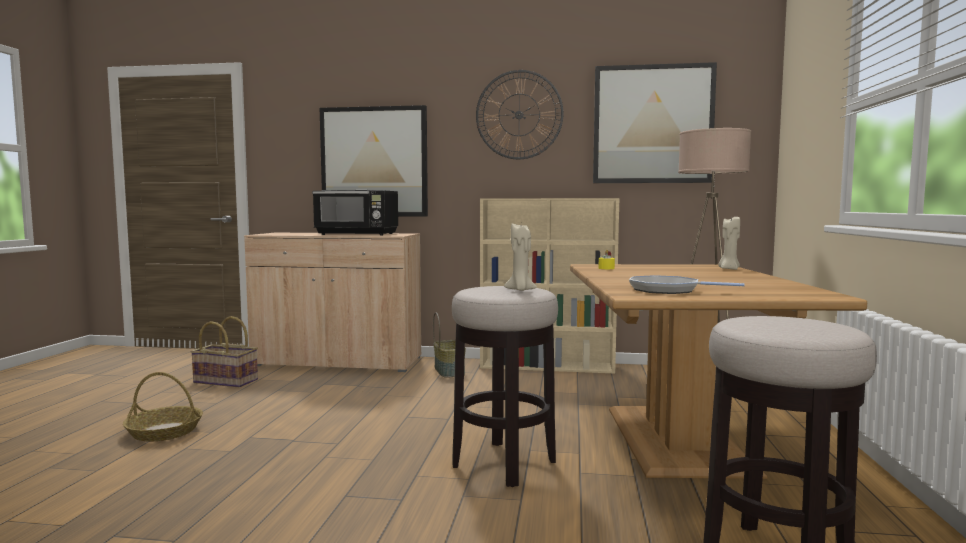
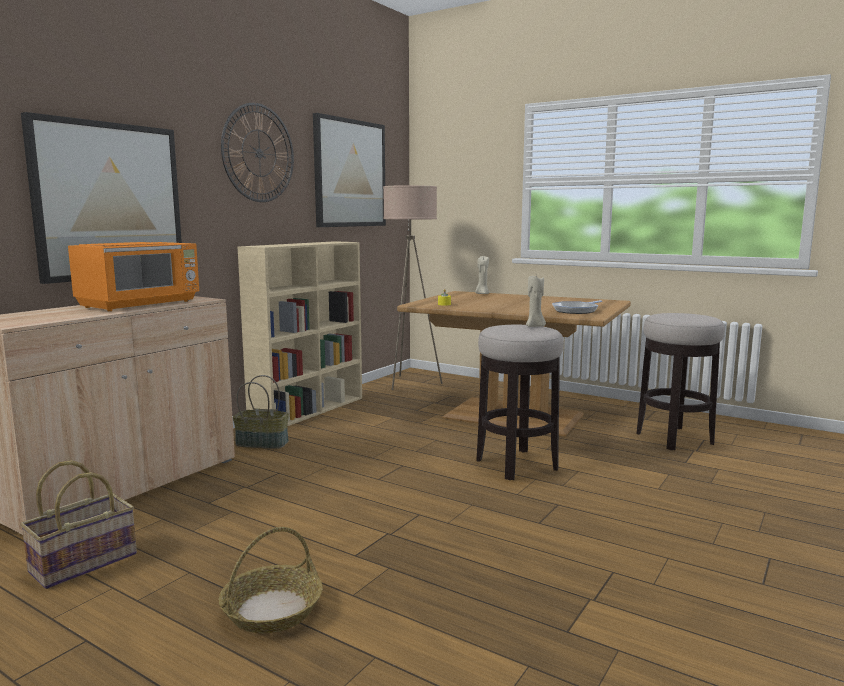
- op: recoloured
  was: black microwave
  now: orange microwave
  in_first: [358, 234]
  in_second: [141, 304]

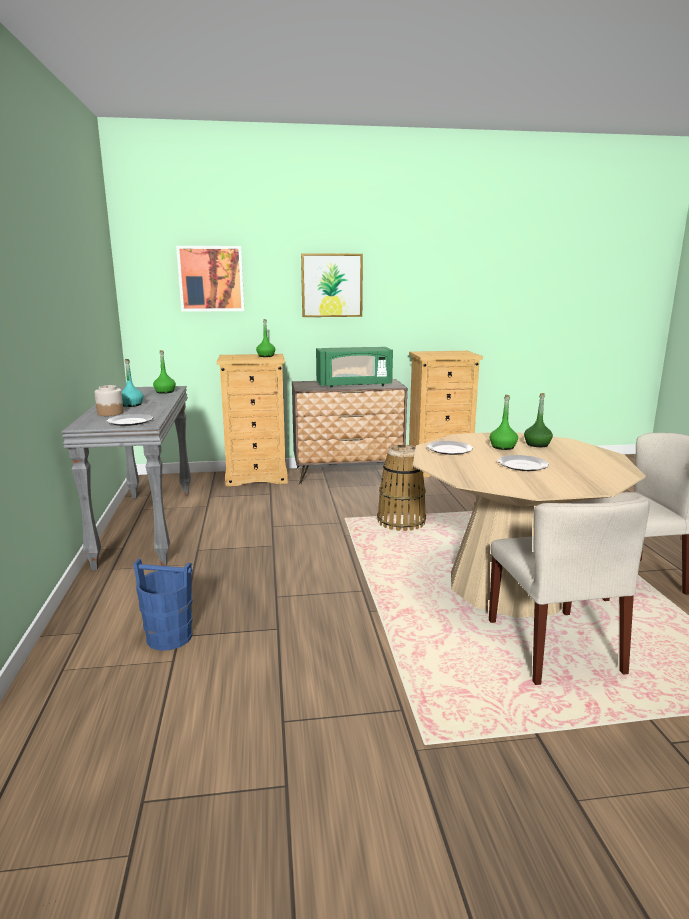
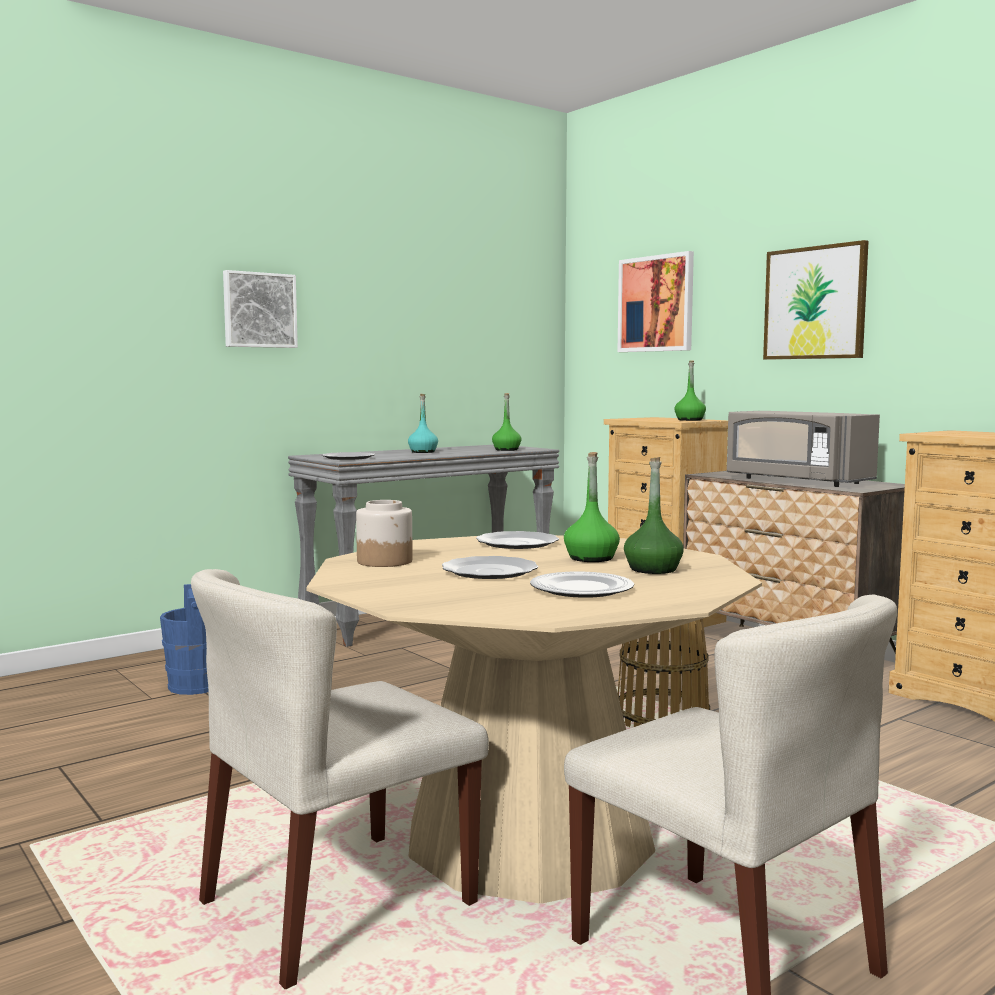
- op: added
  now: picture
  in_second: [259, 310]
- op: moved
  was: jar
  in_first: [110, 413]
  in_second: [385, 561]
- op: added
  now: plate
  in_second: [580, 589]
- op: recoloured
  was: green microwave
  now: grey microwave
  in_first: [354, 385]
  in_second: [796, 481]

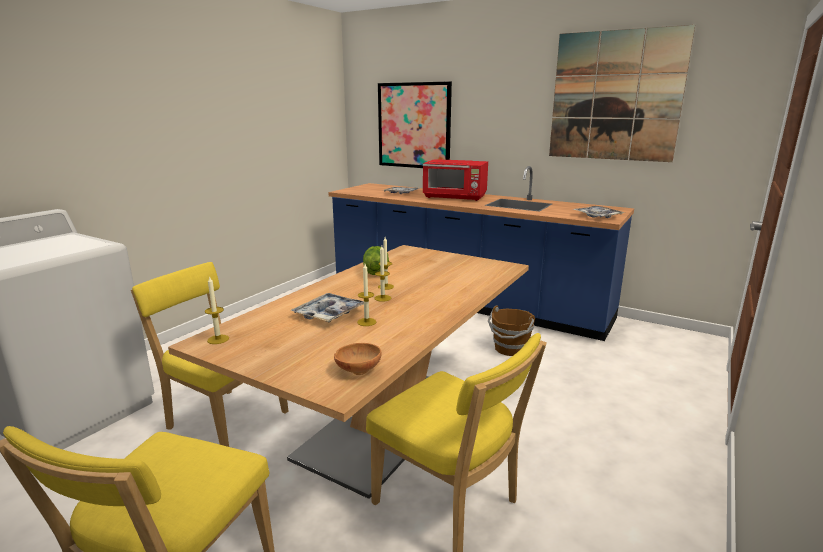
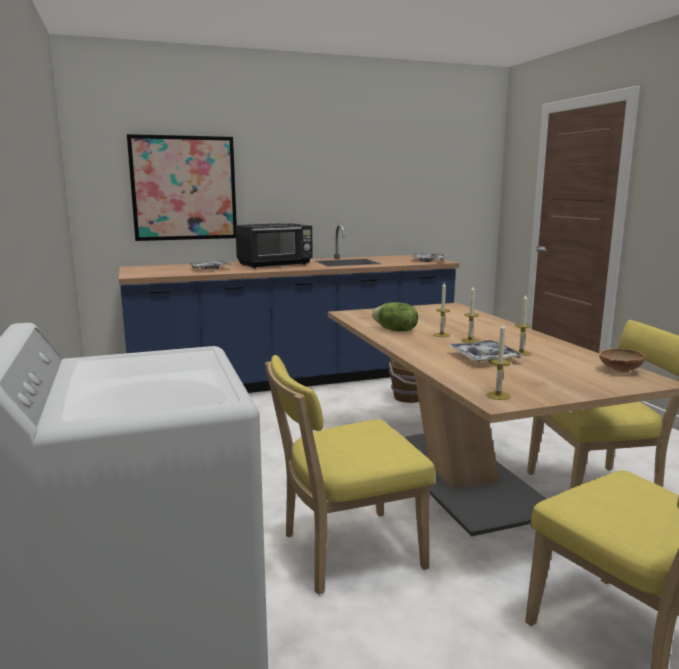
- op: recoloured
  was: red microwave
  now: black microwave
  in_first: [455, 197]
  in_second: [275, 265]
- op: removed
  was: picture
  in_first: [615, 96]

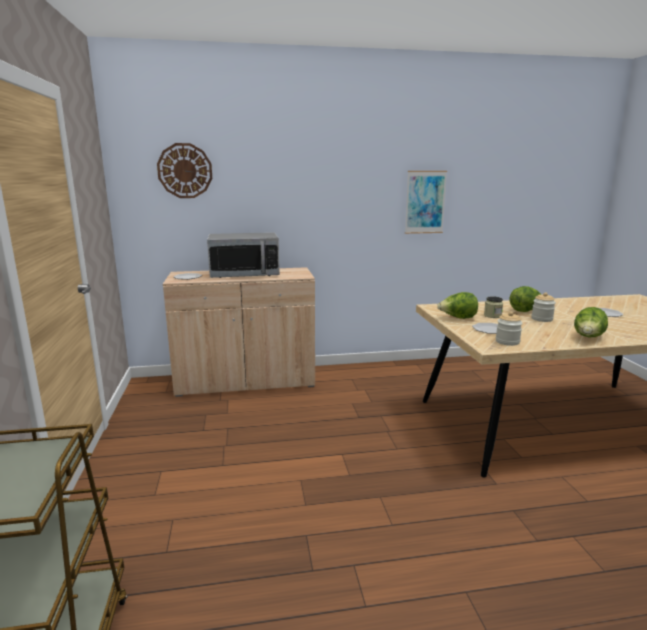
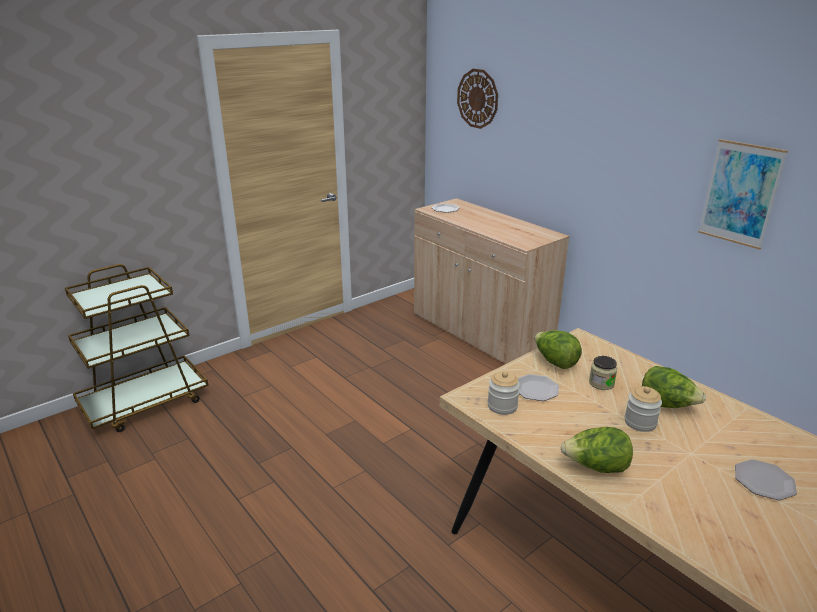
- op: removed
  was: microwave
  in_first: [244, 274]

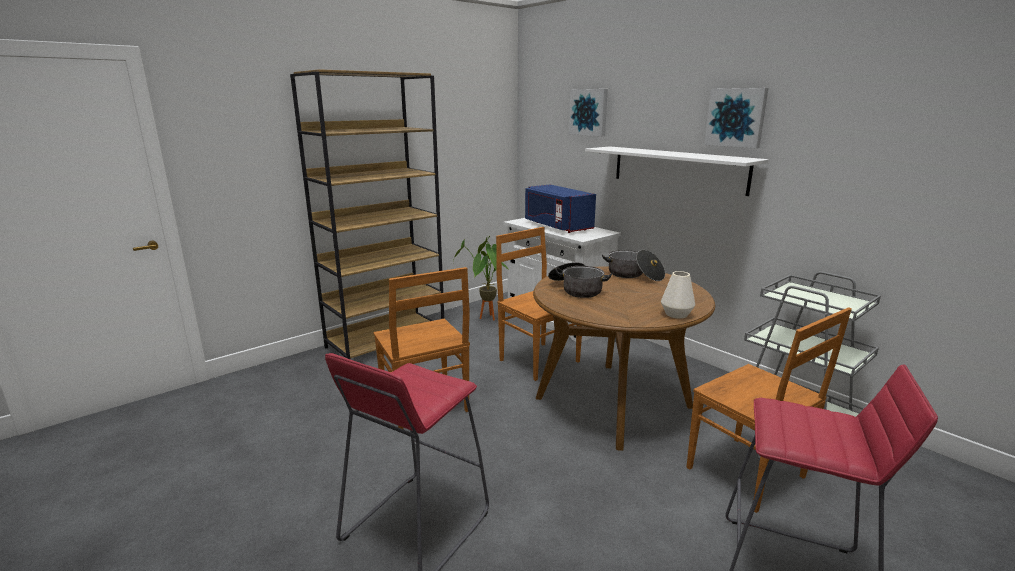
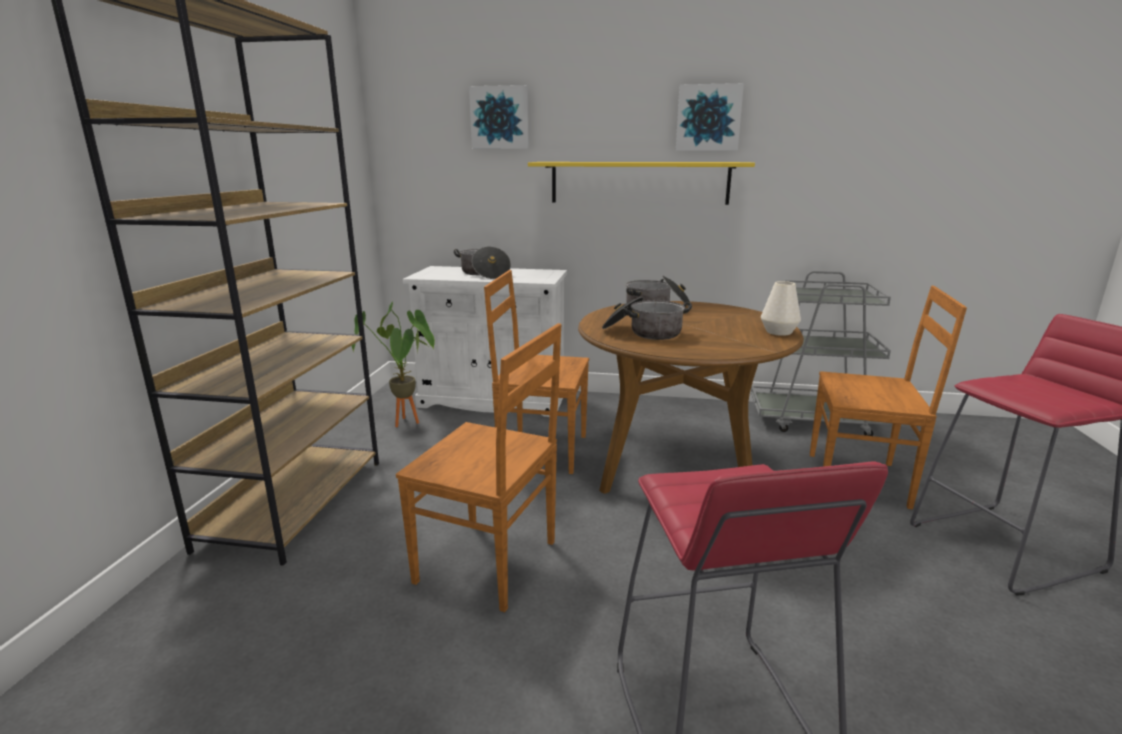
- op: replaced
  was: blue microwave
  now: cooking pot
  in_first: [557, 226]
  in_second: [484, 274]
- op: recoloured
  was: white shelf
  now: yellow shelf
  in_first: [678, 169]
  in_second: [639, 182]

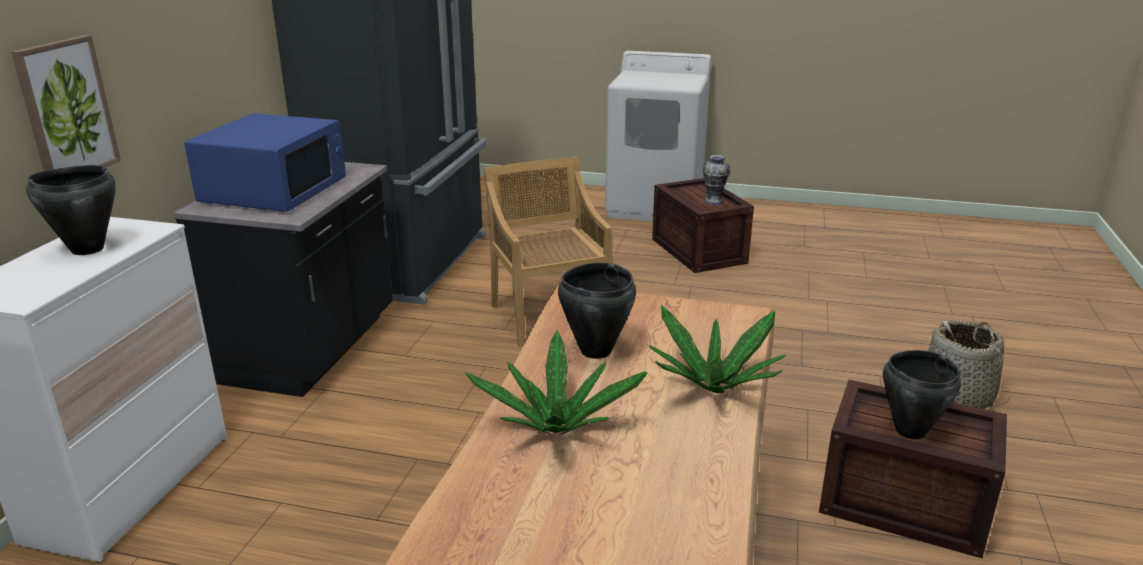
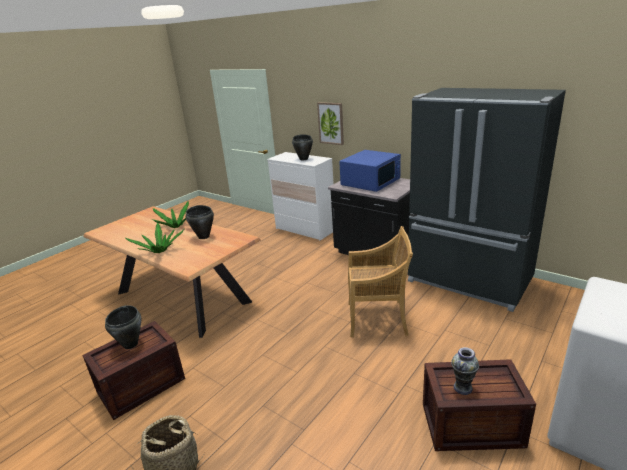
- op: turned
  was: blue microwave
  in_first: [275, 190]
  in_second: [371, 182]
  clockwise: -90

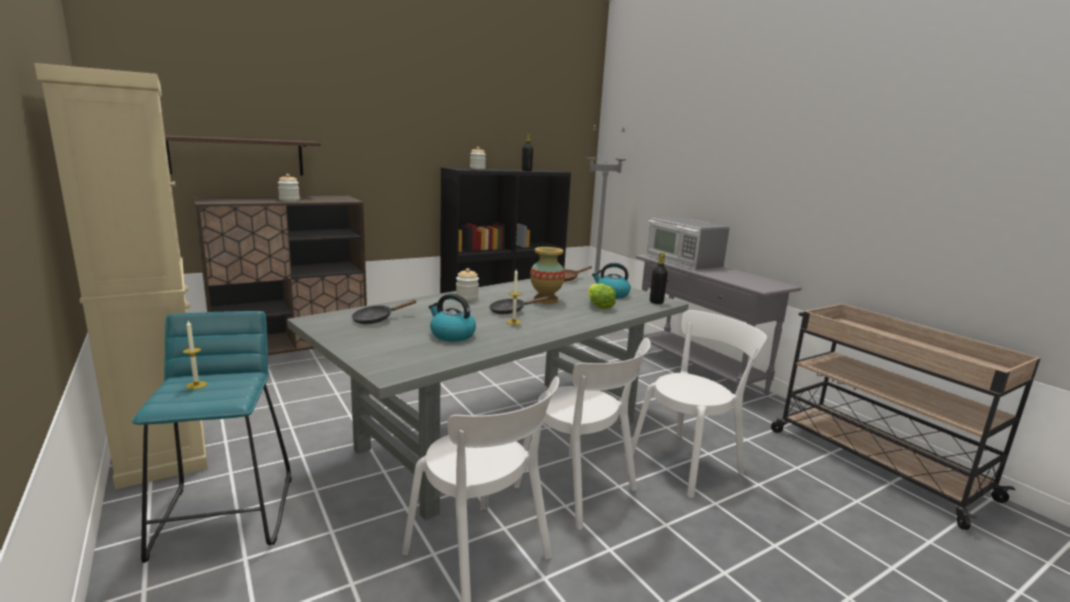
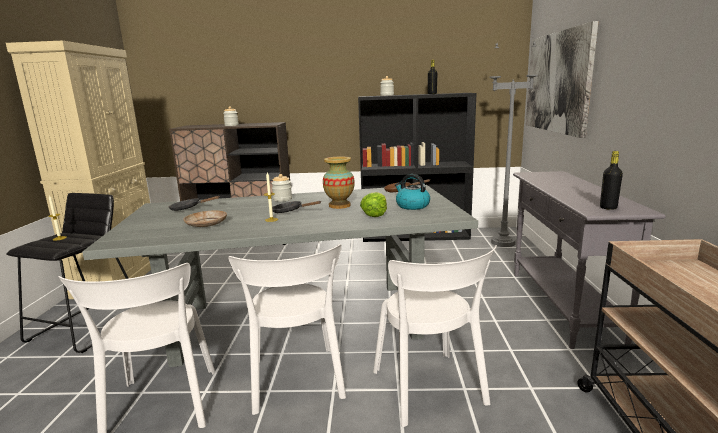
- op: recoloured
  was: turquoise stool
  now: black stool
  in_first: [226, 515]
  in_second: [87, 328]
- op: replaced
  was: kettle
  now: beige plate
  in_first: [452, 335]
  in_second: [206, 224]
- op: turned
  was: white chair
  in_first: [688, 462]
  in_second: [430, 390]
  clockwise: 75
- op: added
  now: picture
  in_second: [557, 82]
- op: moved
  was: black bottle
  in_first: [656, 302]
  in_second: [608, 207]
- op: removed
  was: shelf
  in_first: [237, 156]
- op: removed
  was: microwave
  in_first: [682, 261]

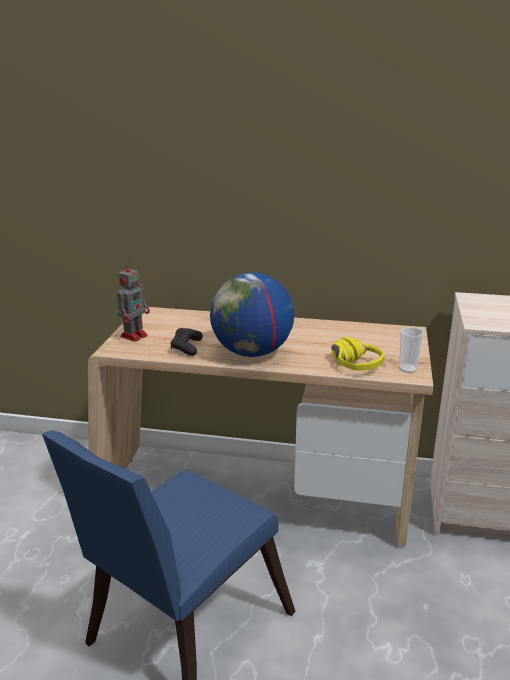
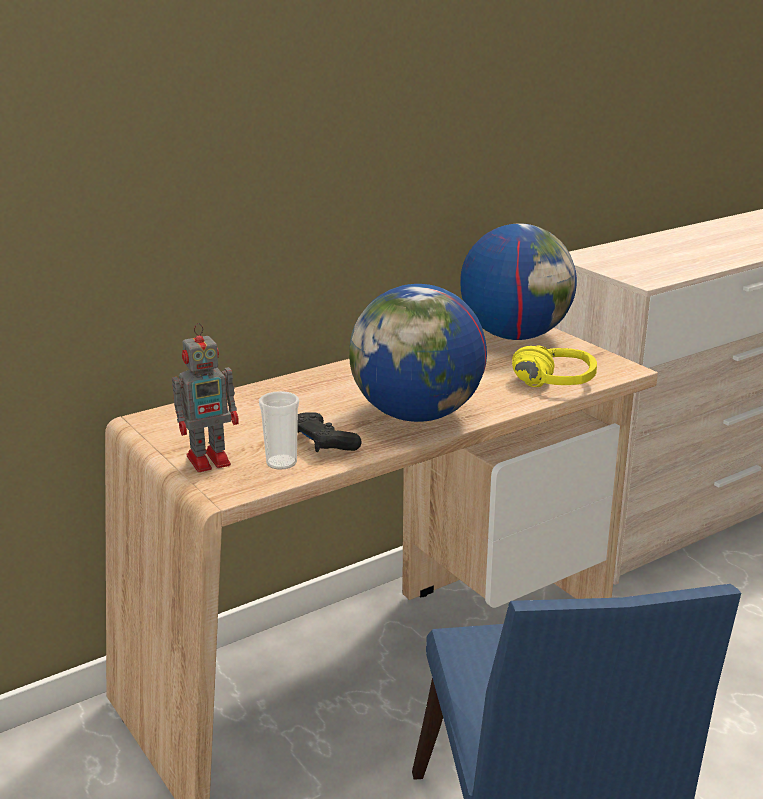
- op: turned
  was: toy robot
  in_first: [134, 335]
  in_second: [211, 459]
  clockwise: 75
- op: moved
  was: cup
  in_first: [408, 369]
  in_second: [281, 463]
- op: added
  now: globe
  in_second: [515, 336]

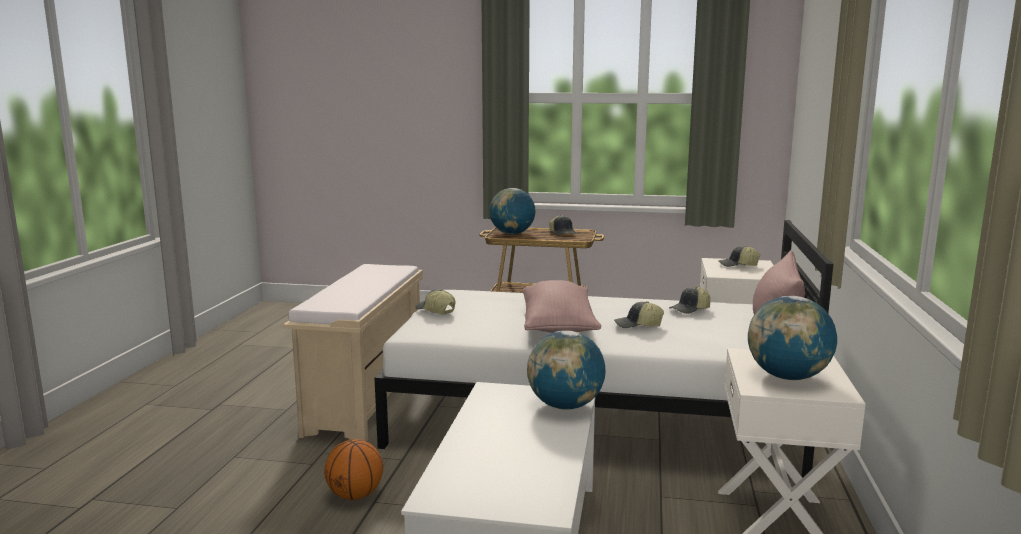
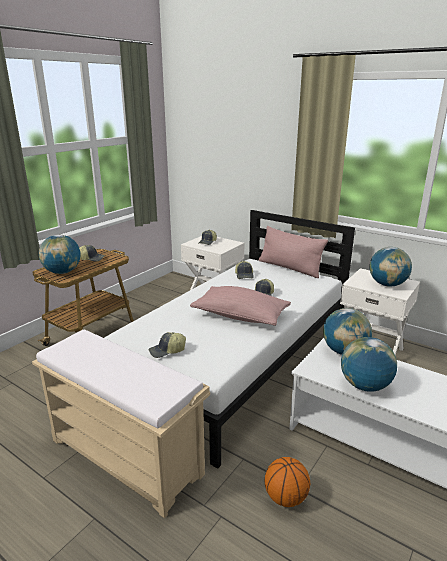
- op: added
  now: globe
  in_second: [364, 385]

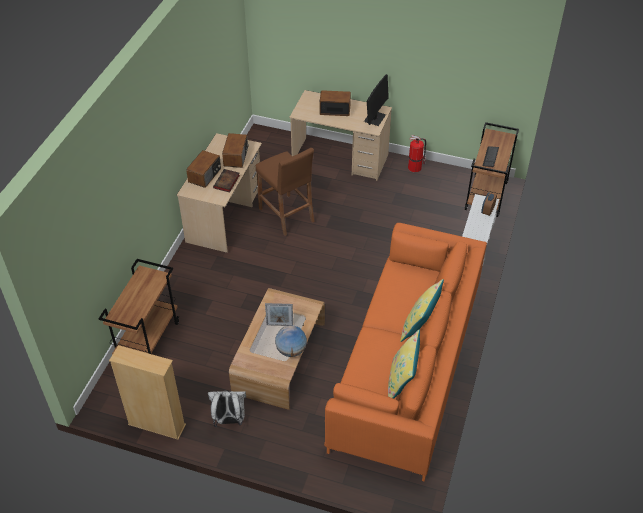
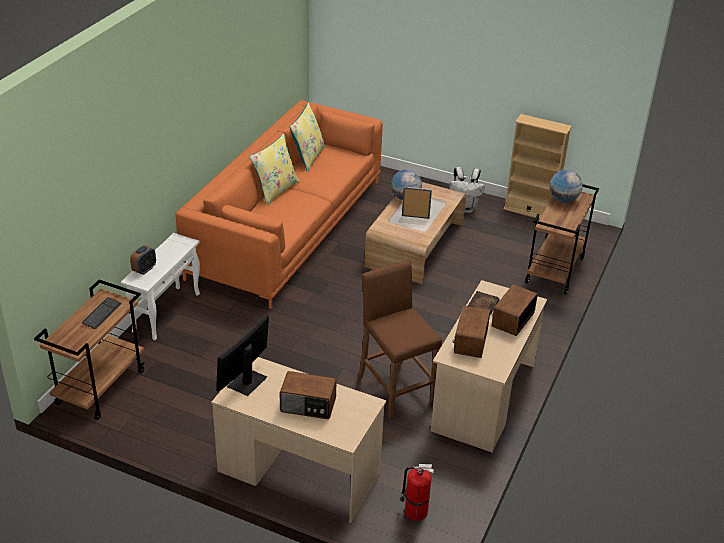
- op: moved
  was: fire extinguisher
  in_first: [415, 167]
  in_second: [414, 511]
- op: added
  now: globe
  in_second: [563, 199]

